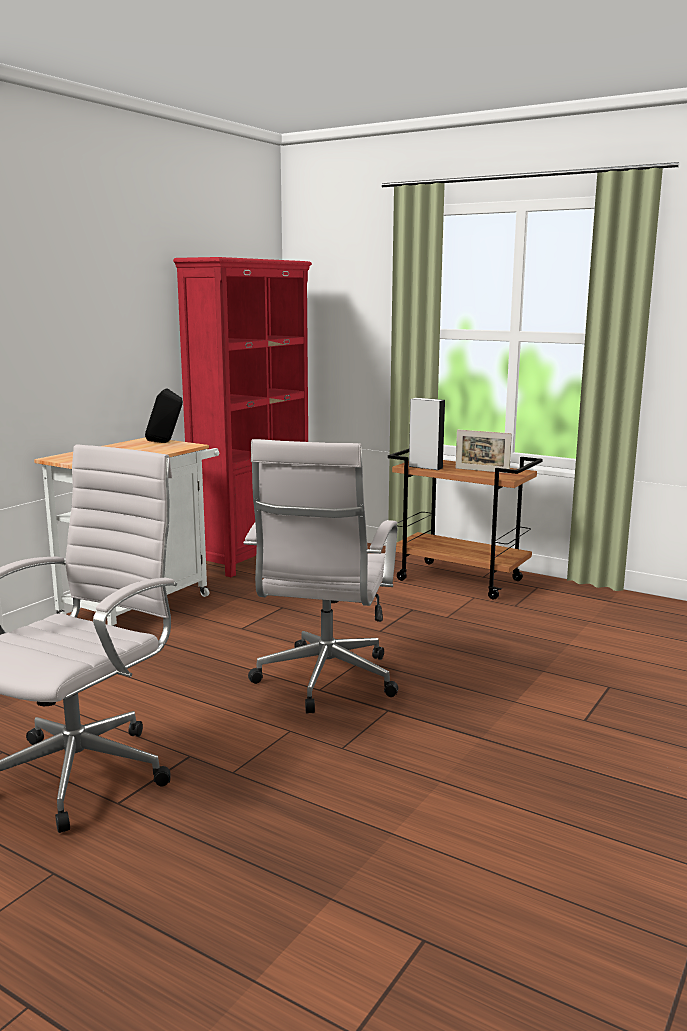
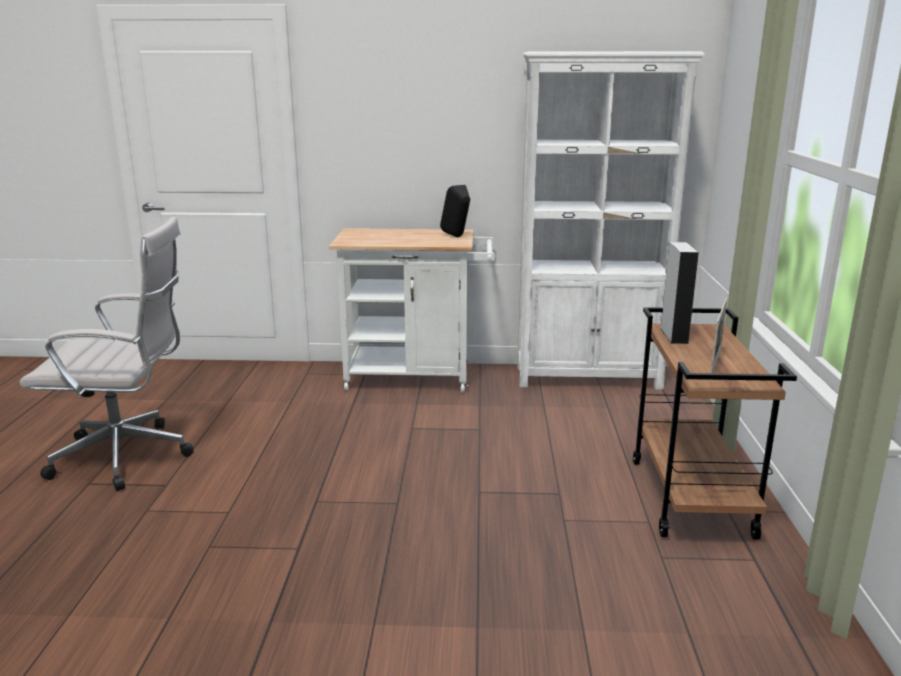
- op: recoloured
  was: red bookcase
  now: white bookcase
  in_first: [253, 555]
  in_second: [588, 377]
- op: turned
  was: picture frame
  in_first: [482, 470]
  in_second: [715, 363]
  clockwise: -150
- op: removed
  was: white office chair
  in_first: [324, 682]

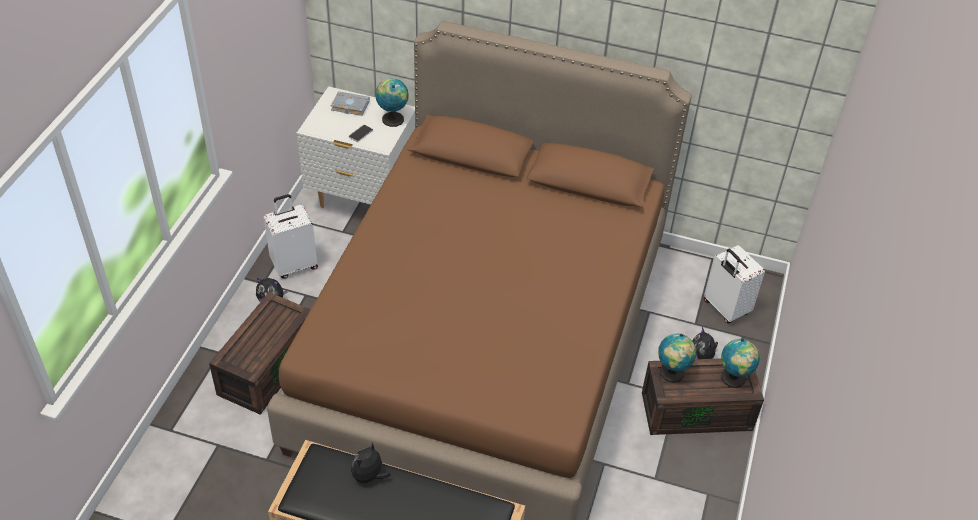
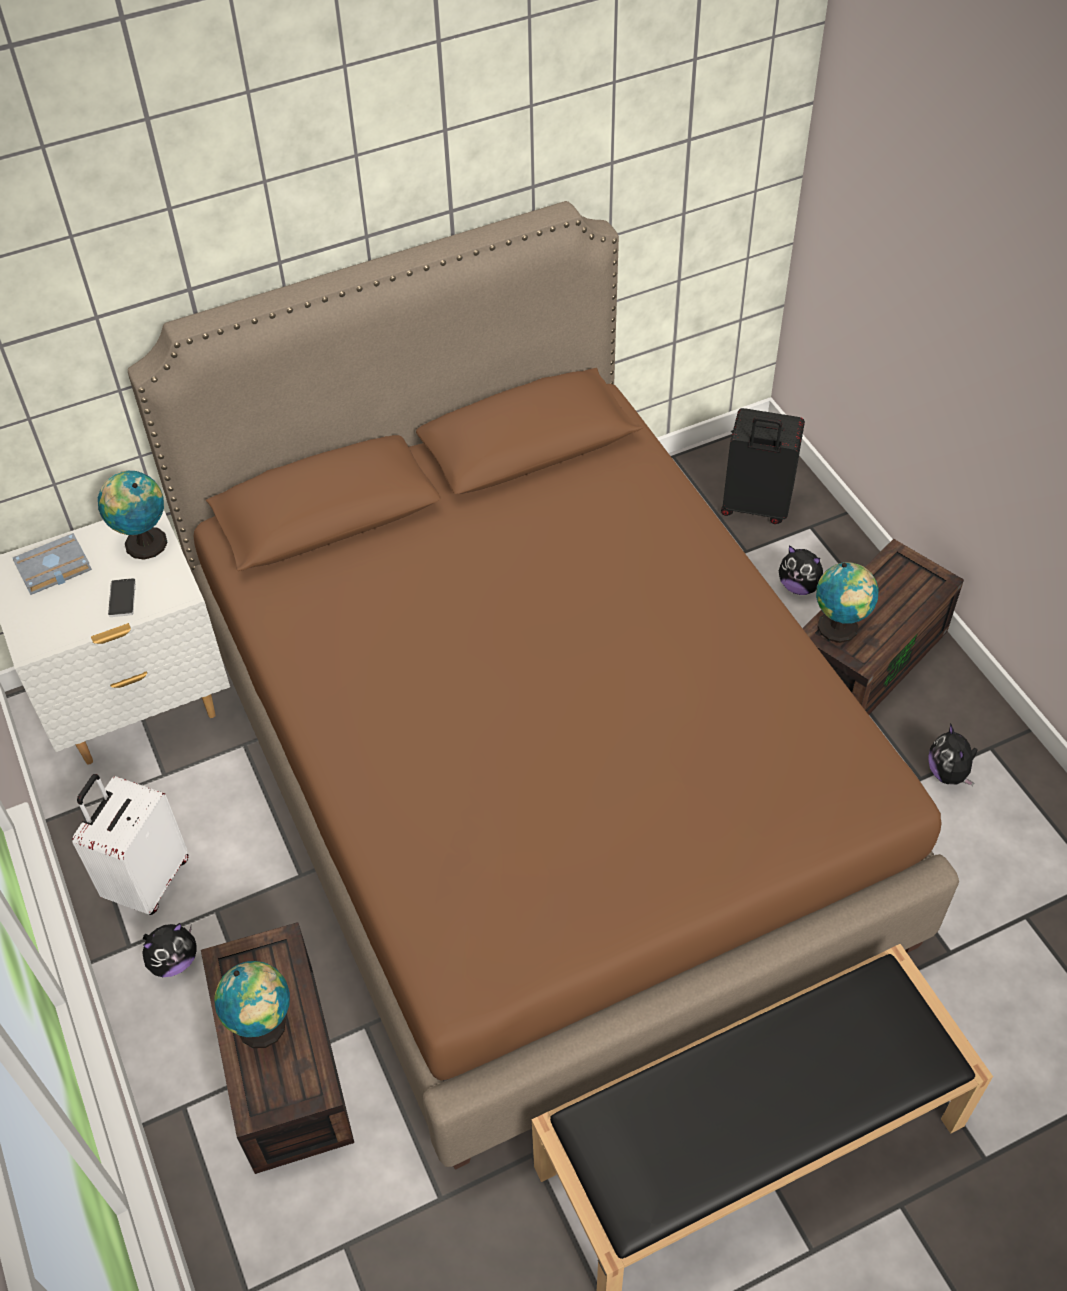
- op: moved
  was: globe
  in_first: [734, 379]
  in_second: [264, 1027]
- op: recoloured
  was: white suitcase
  now: black suitcase
  in_first: [725, 308]
  in_second: [755, 507]
- op: moved
  was: plush toy
  in_first: [369, 477]
  in_second: [948, 773]

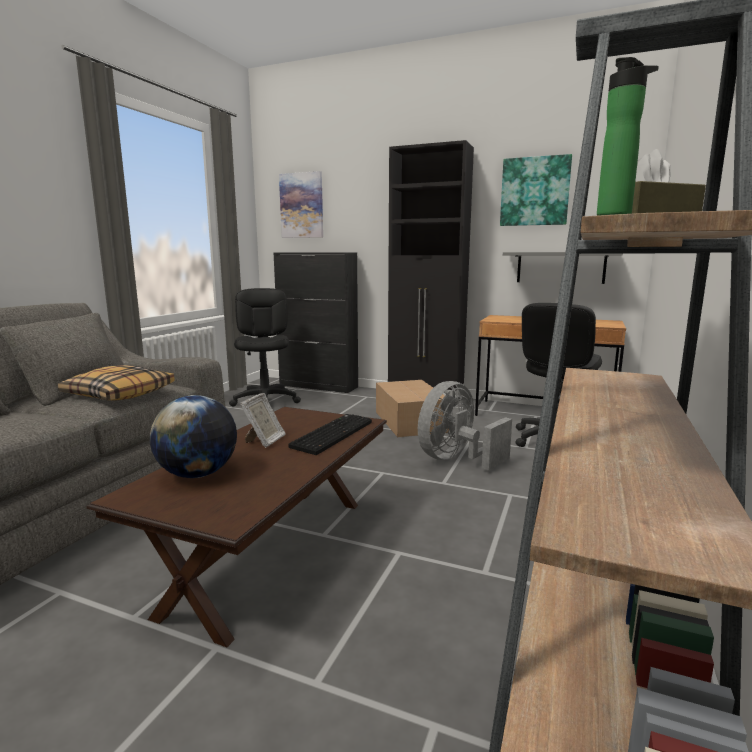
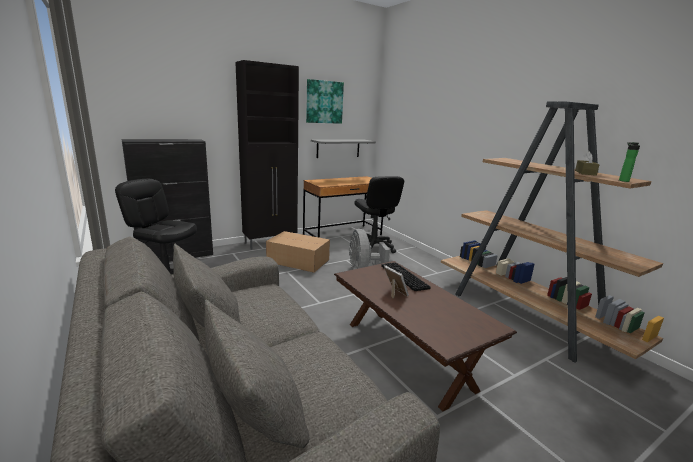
- op: removed
  was: pillow
  in_first: [119, 394]
- op: removed
  was: globe
  in_first: [198, 474]
- op: removed
  was: picture
  in_first: [302, 205]

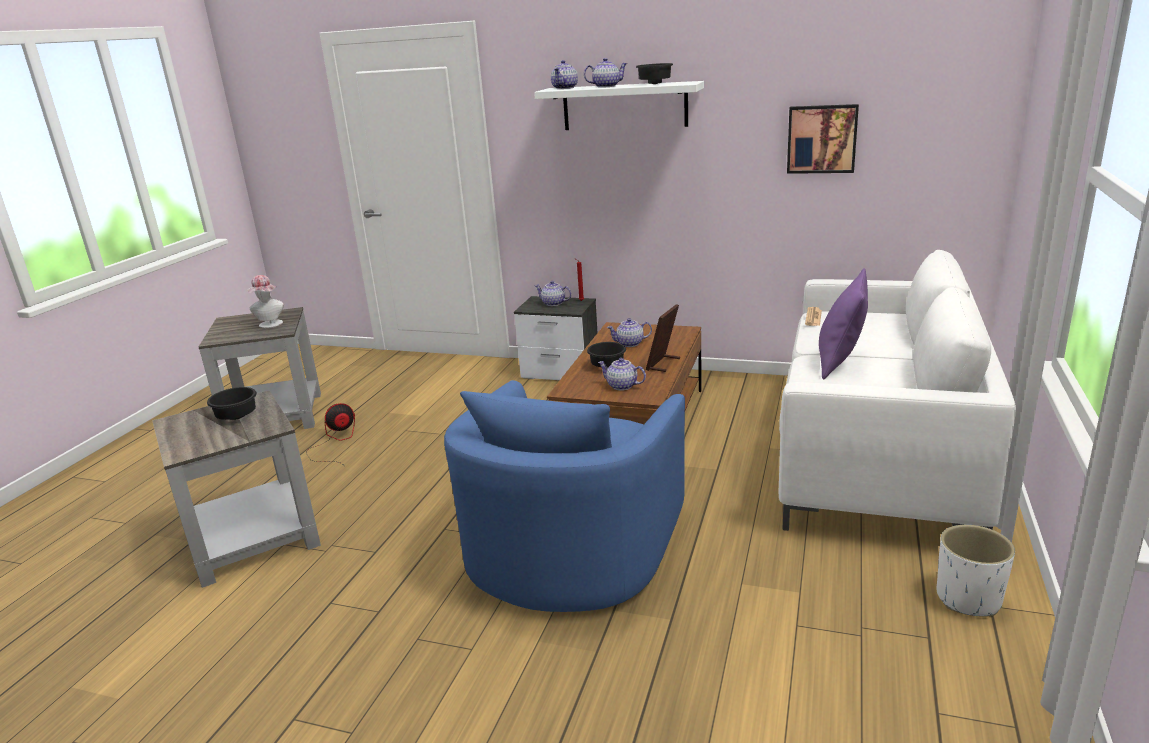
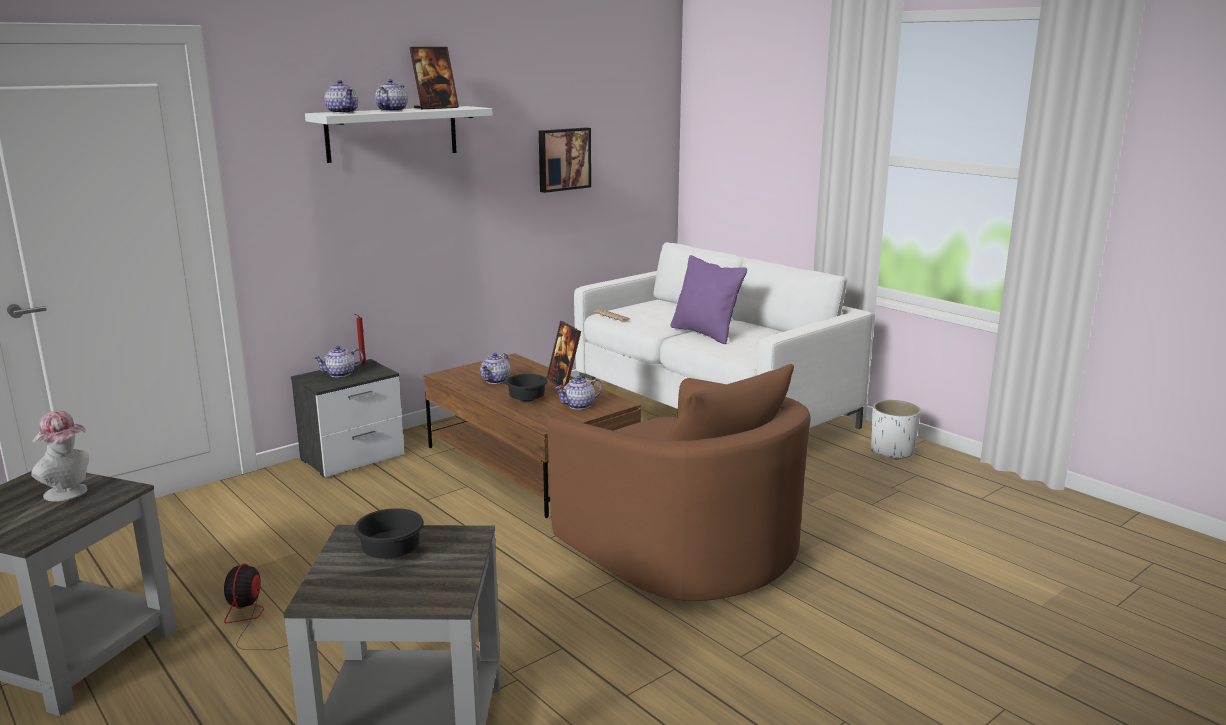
- op: replaced
  was: black bowl
  now: picture frame
  in_first: [655, 83]
  in_second: [435, 108]
- op: recoloured
  was: blue armchair
  now: brown armchair
  in_first: [571, 546]
  in_second: [683, 547]

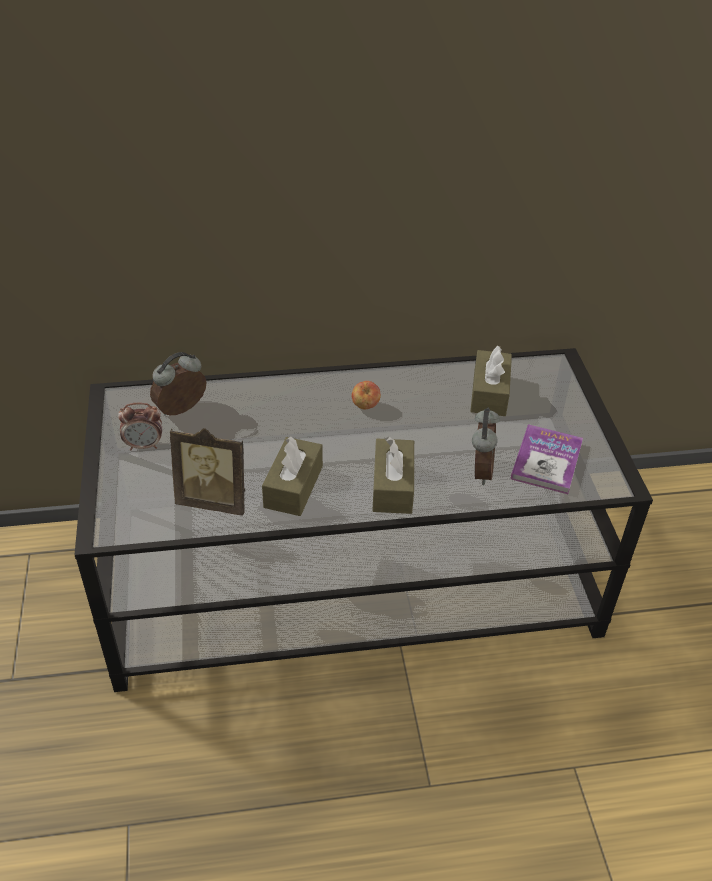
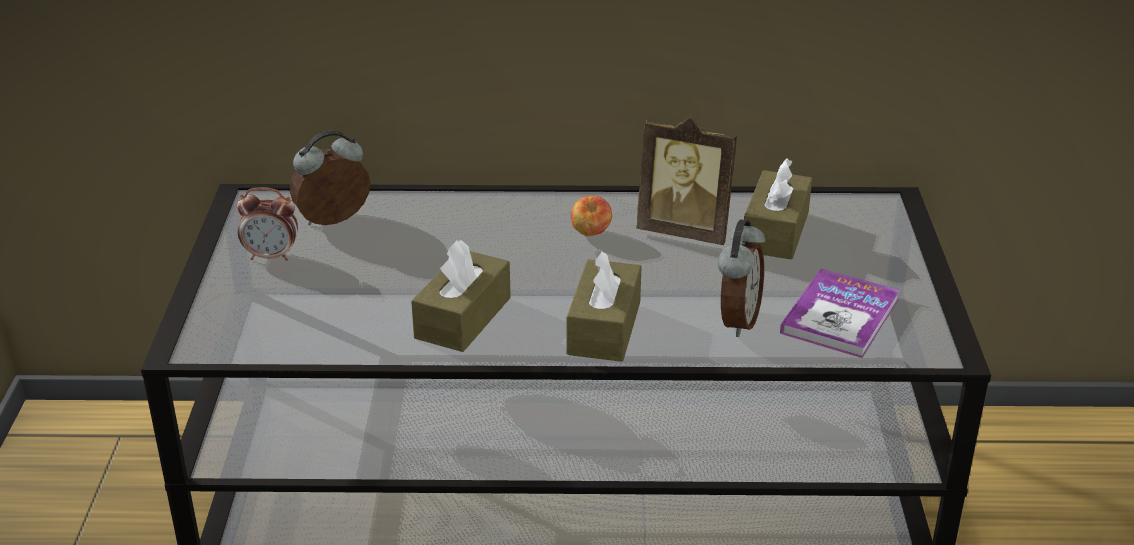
- op: moved
  was: picture frame
  in_first: [214, 500]
  in_second: [685, 231]

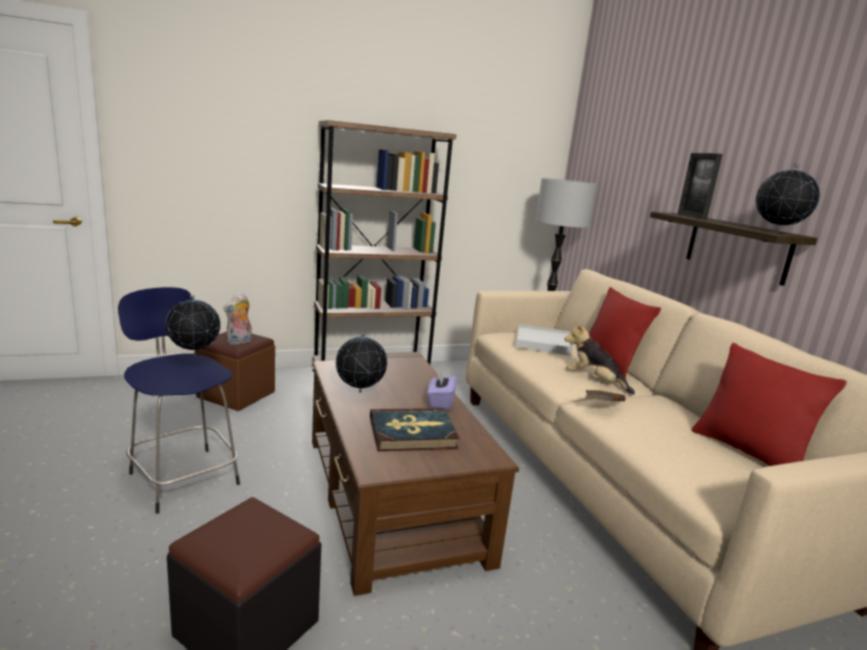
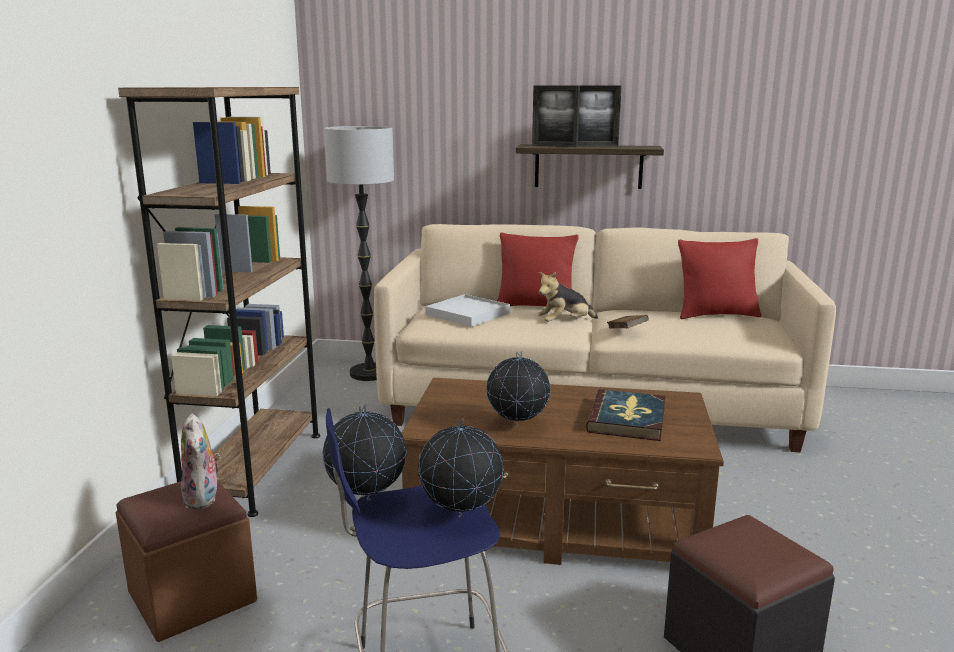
- op: moved
  was: globe
  in_first: [777, 232]
  in_second: [461, 516]
- op: added
  now: picture frame
  in_second: [594, 146]
- op: removed
  was: purple tissue box
  in_first: [440, 402]

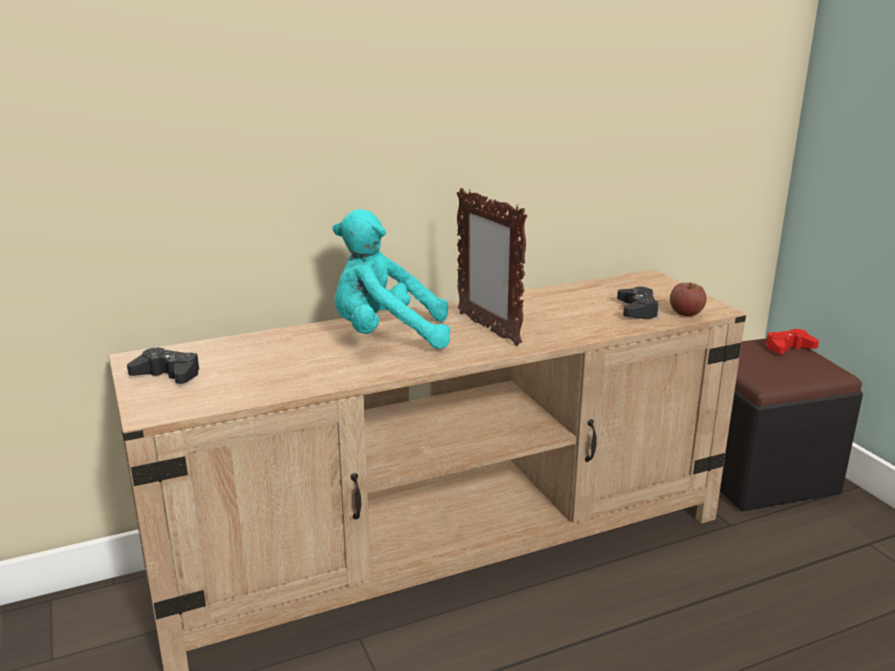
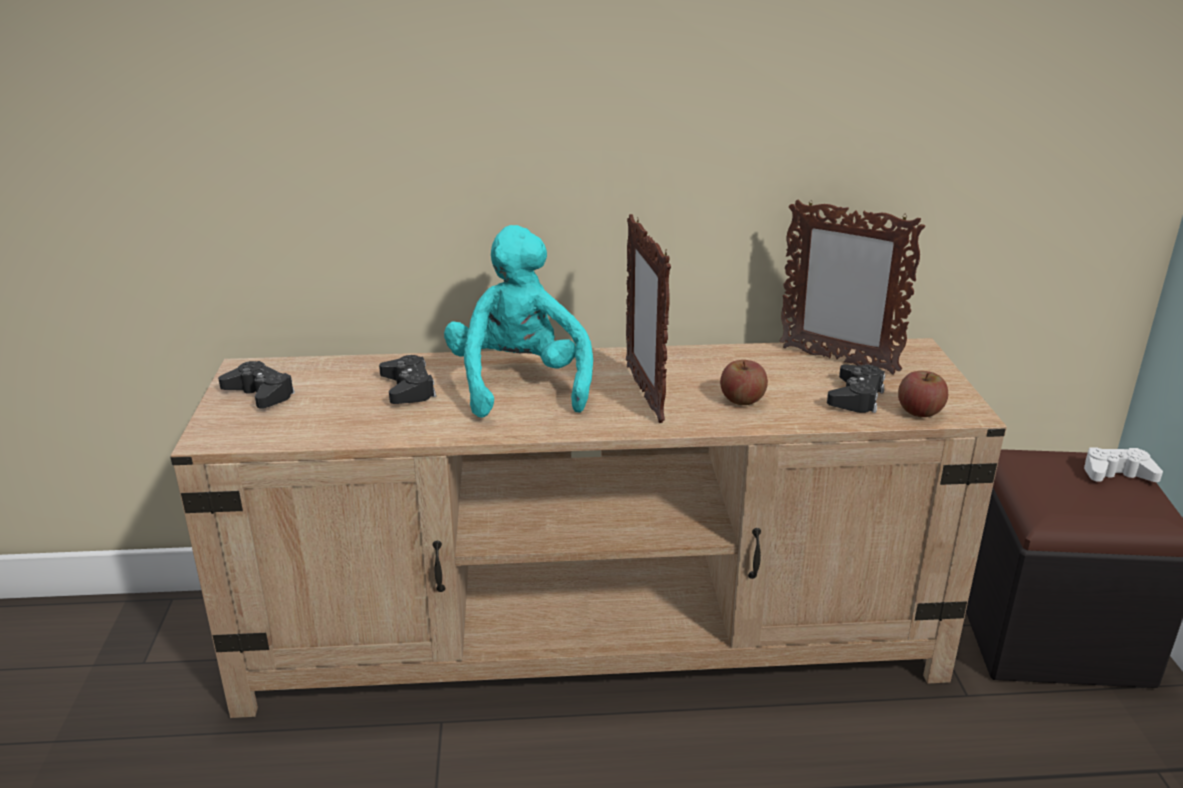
- op: added
  now: black game controller
  in_second: [408, 388]
- op: turned
  was: turquoise plush toy
  in_first: [386, 337]
  in_second: [519, 384]
  clockwise: 60
- op: added
  now: apple
  in_second: [742, 400]
- op: added
  now: picture frame
  in_second: [837, 360]
- op: recoloured
  was: red game controller
  now: white game controller
  in_first: [788, 348]
  in_second: [1117, 474]

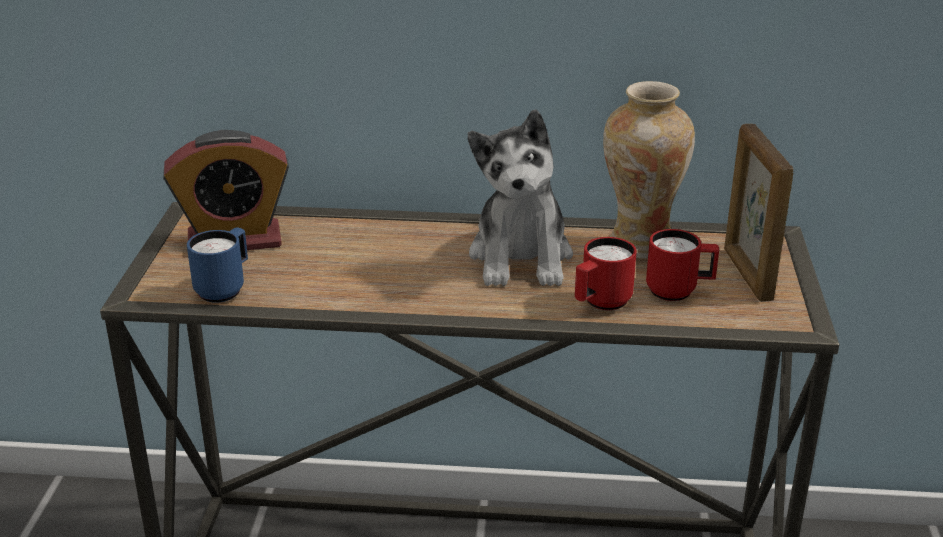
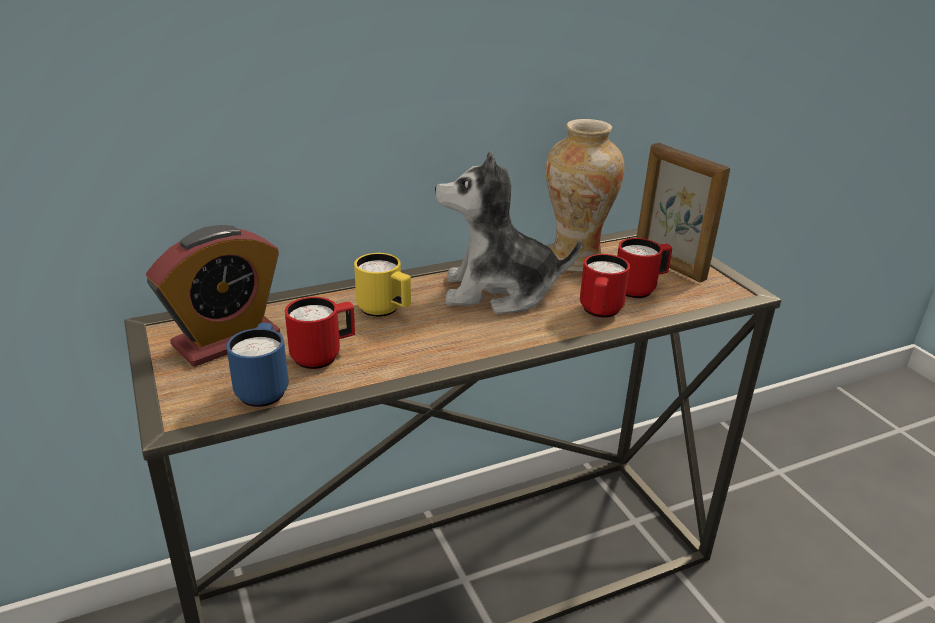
- op: added
  now: red mug
  in_second: [323, 356]
- op: added
  now: yellow mug
  in_second: [385, 311]
- op: turned
  was: plush toy
  in_first: [521, 257]
  in_second: [499, 292]
  clockwise: 120

